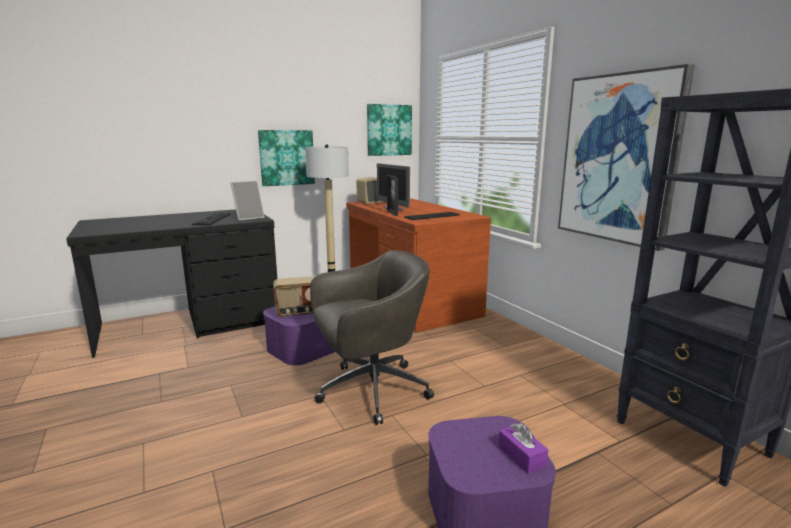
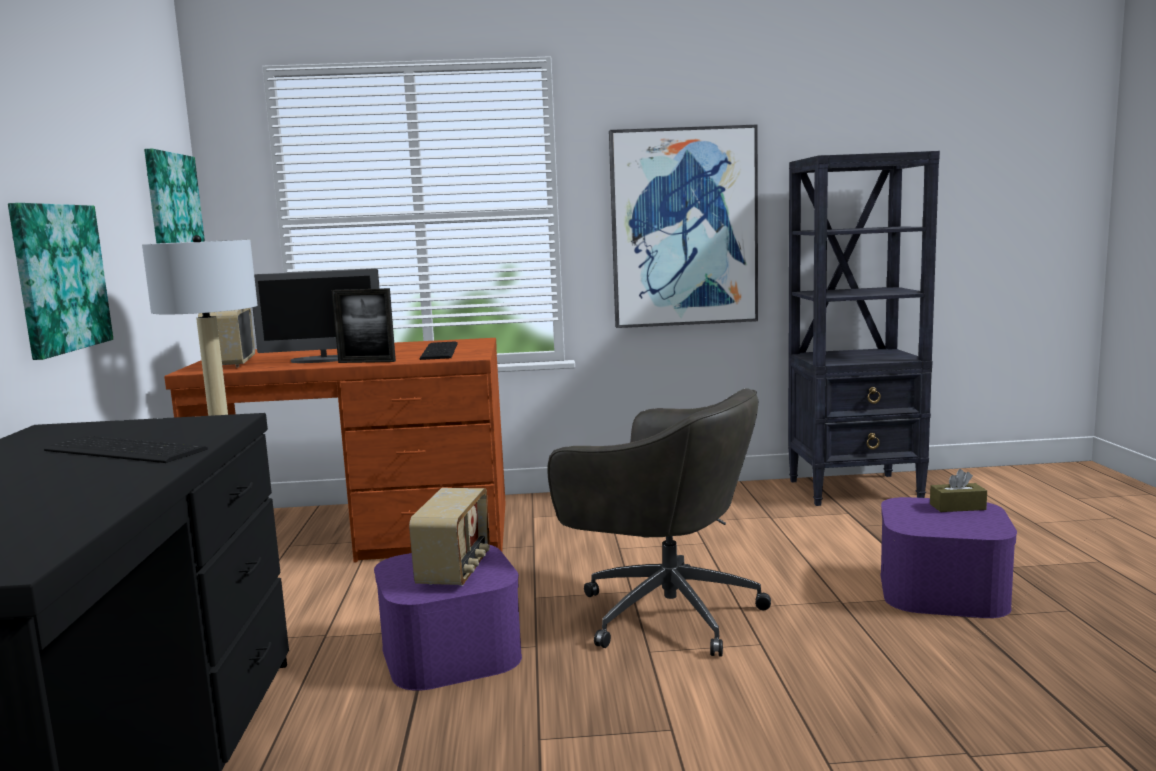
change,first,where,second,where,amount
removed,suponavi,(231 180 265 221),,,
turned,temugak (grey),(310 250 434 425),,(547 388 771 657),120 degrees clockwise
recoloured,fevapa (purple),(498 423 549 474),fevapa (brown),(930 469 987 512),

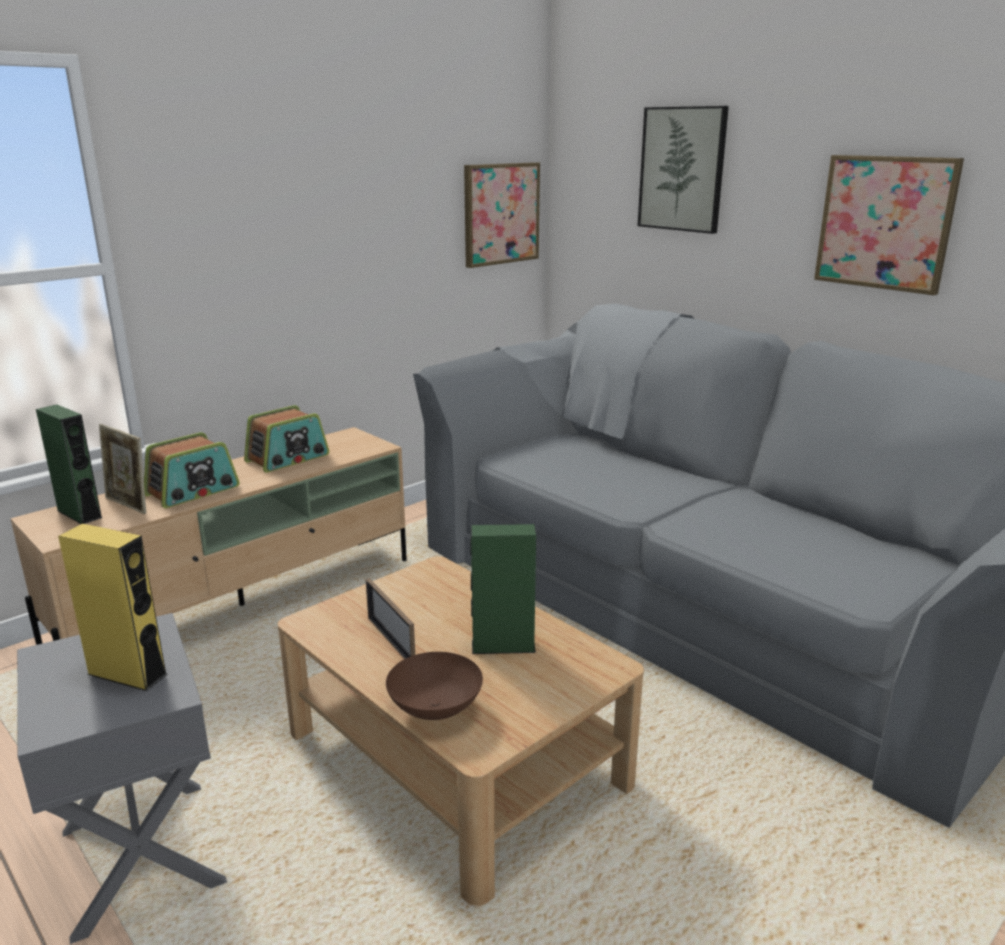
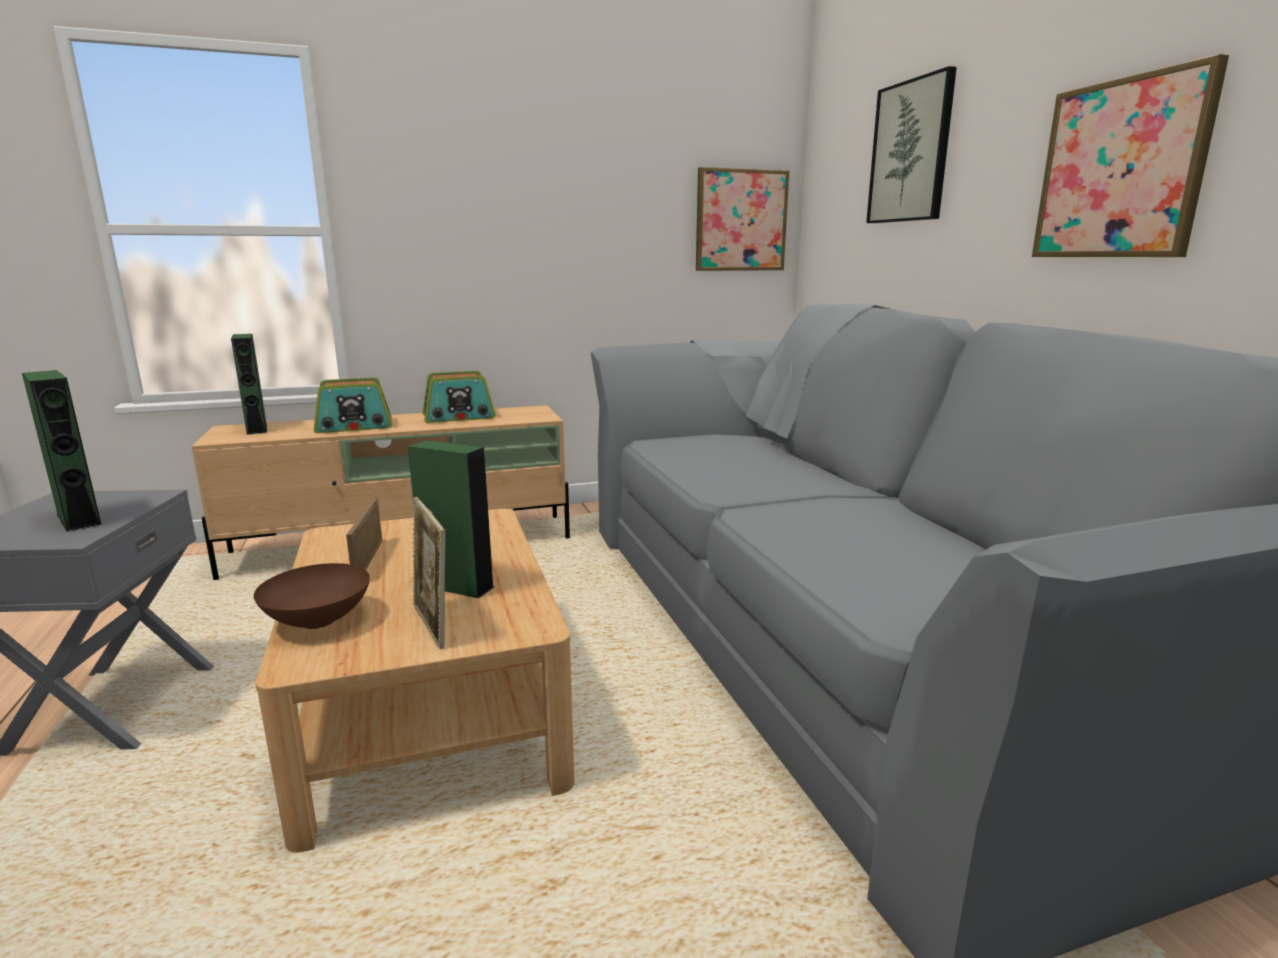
change,first,where,second,where,amount
recoloured,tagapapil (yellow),(58 523 167 691),tagapapil (green),(22 370 102 532),
moved,suponavi,(99 424 146 514),,(413 497 446 649),

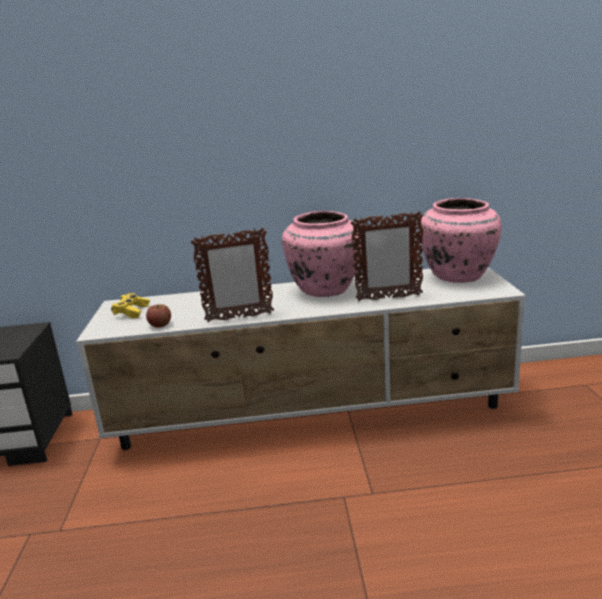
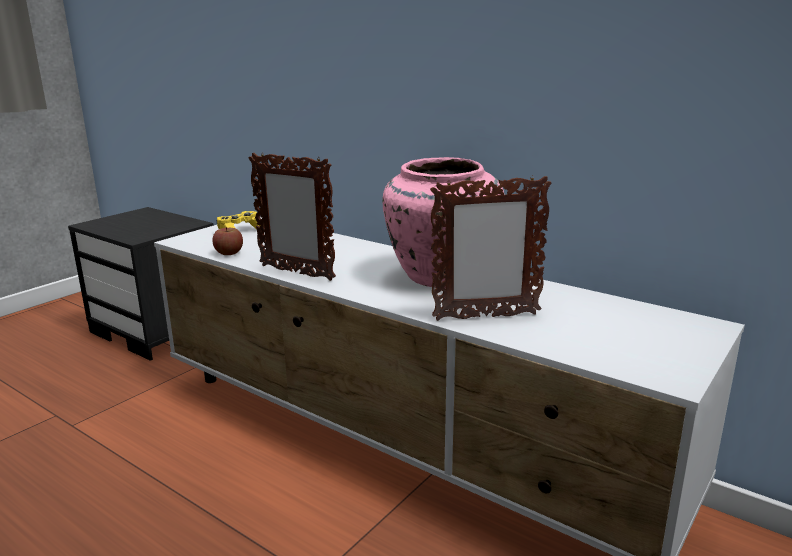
change,first,where,second,where,amount
turned,suponavi,(350 211 423 301),,(430 175 552 321),45 degrees counterclockwise
removed,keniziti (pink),(420 198 502 283),,,

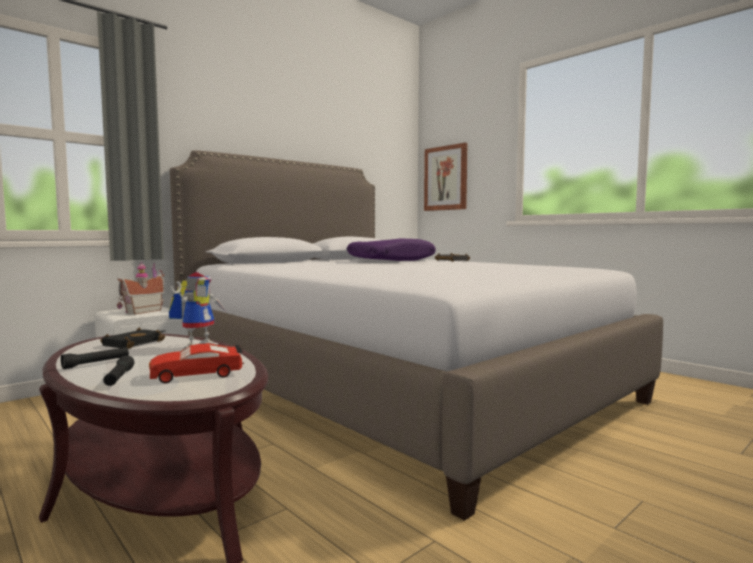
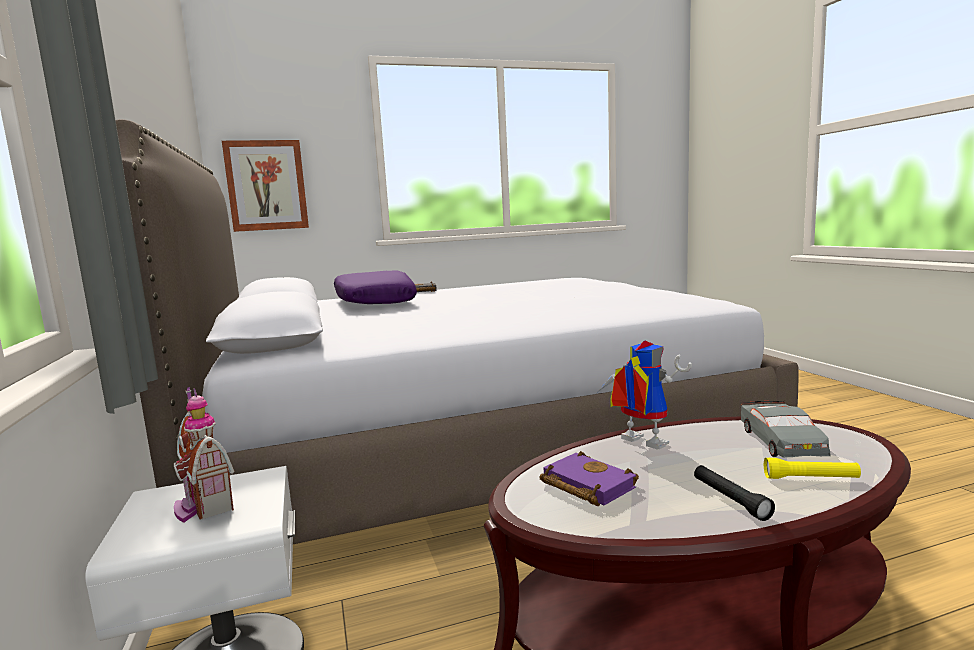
change,first,where,second,where,amount
recoloured,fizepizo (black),(100 328 165 349),fizepizo (purple),(539 451 639 506),
recoloured,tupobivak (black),(103 355 134 386),tupobivak (yellow),(764 458 861 479),
recoloured,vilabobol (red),(149 343 244 383),vilabobol (grey),(741 401 830 457),

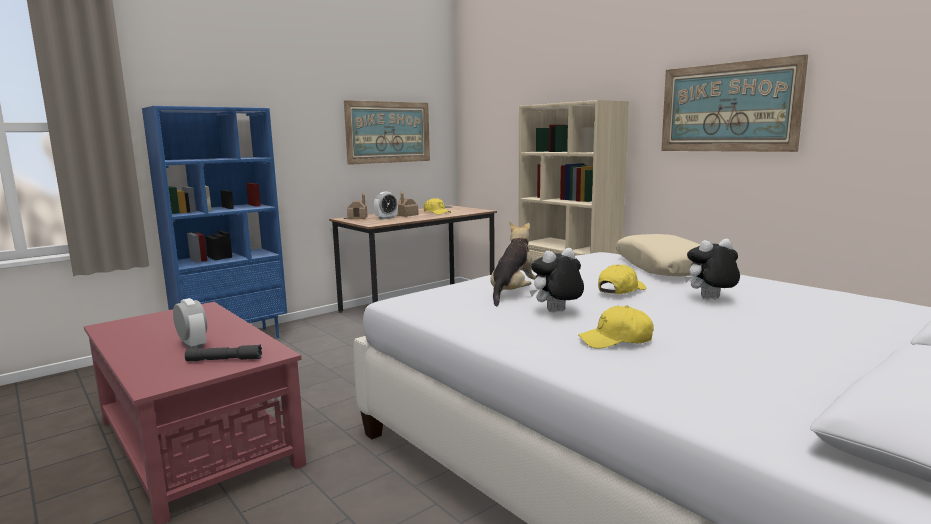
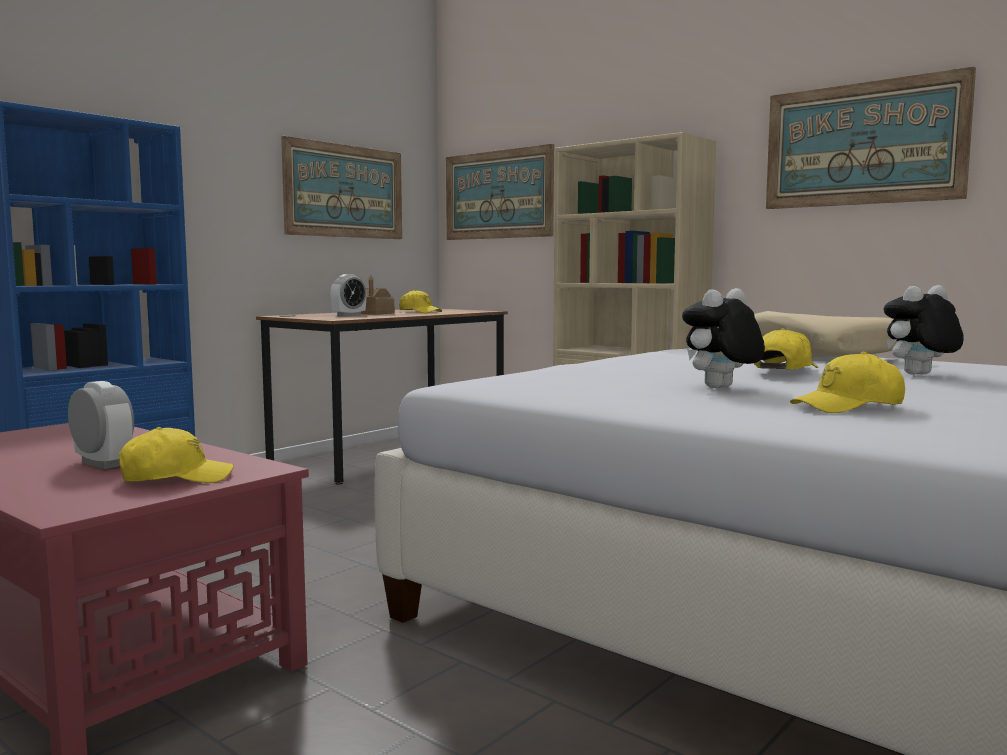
change,first,where,second,where,amount
replaced,tupobivak (grey),(185 345 262 361),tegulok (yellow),(119 427 234 483),
removed,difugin,(347 192 367 219),,,
removed,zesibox,(490 222 536 306),,,
added,,,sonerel,(446 144 554 240),

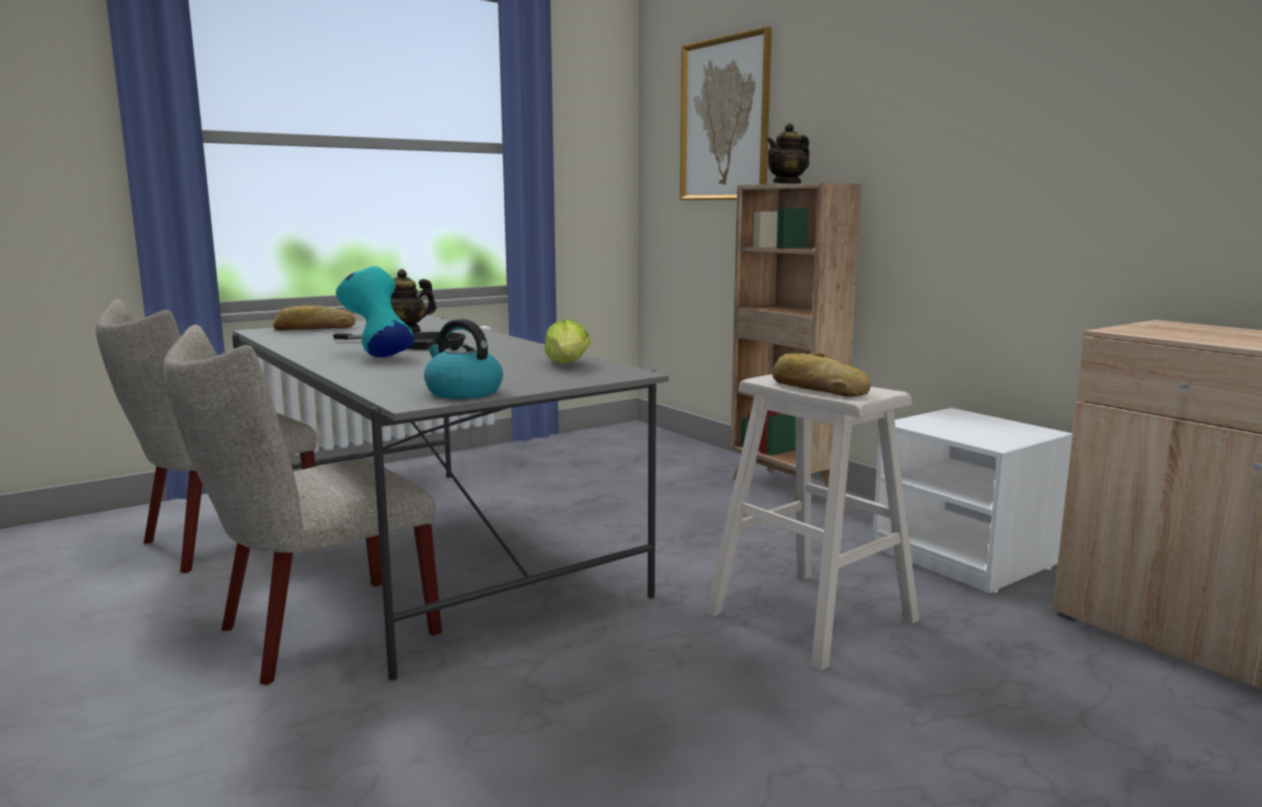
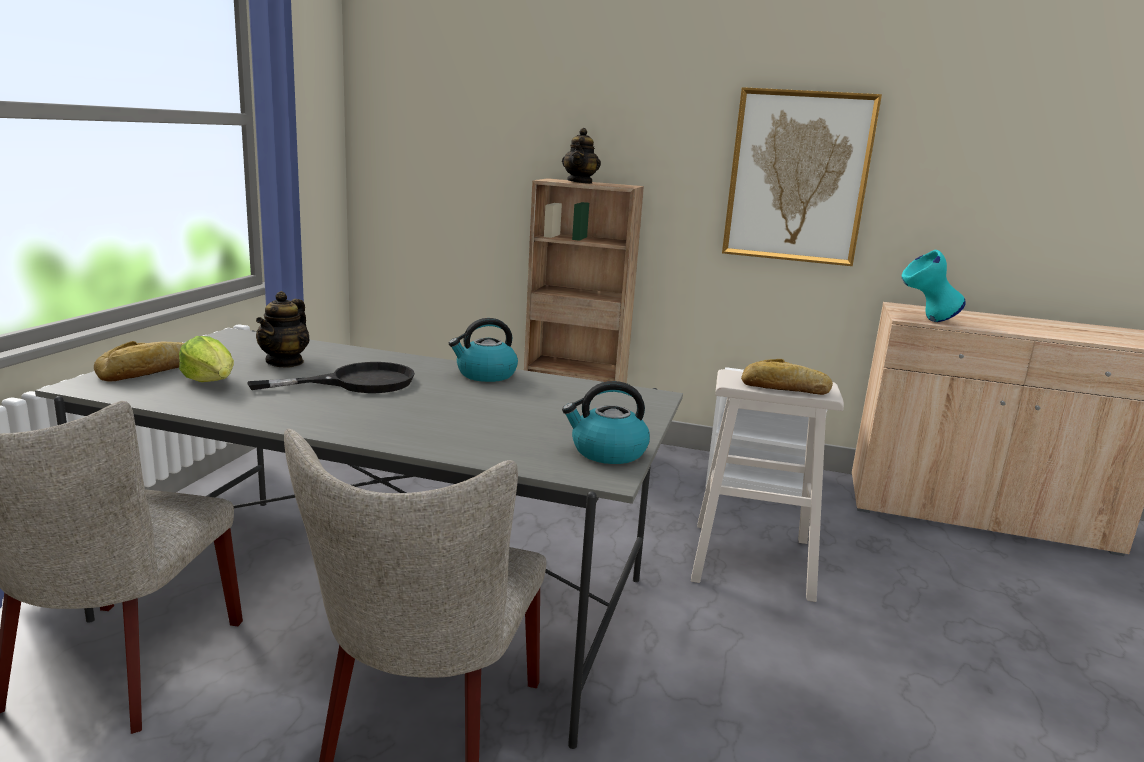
change,first,where,second,where,amount
moved,keniziti (turquoise),(336 266 415 357),,(902 250 966 322),
moved,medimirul,(545 319 591 363),,(179 336 234 382),
moved,sonerel,(680 27 772 200),,(722 87 882 266),
added,,,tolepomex,(449 318 518 382),

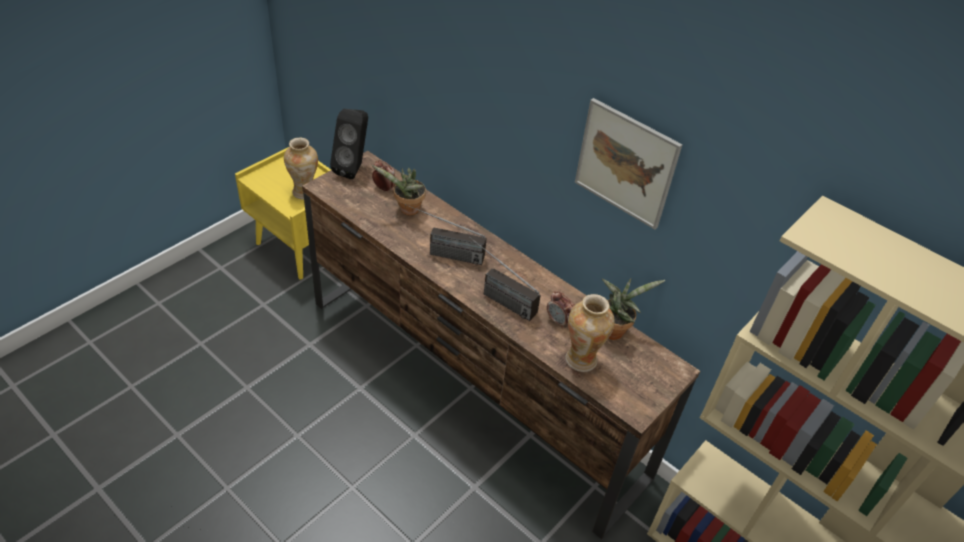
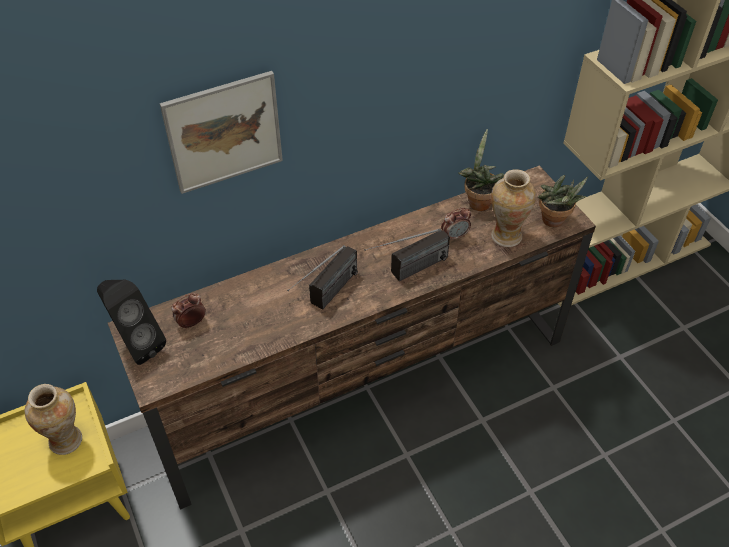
change,first,where,second,where,amount
moved,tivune,(372 165 426 216),,(538 175 588 227),
moved,sonerel,(575 98 683 230),,(160 71 283 194),

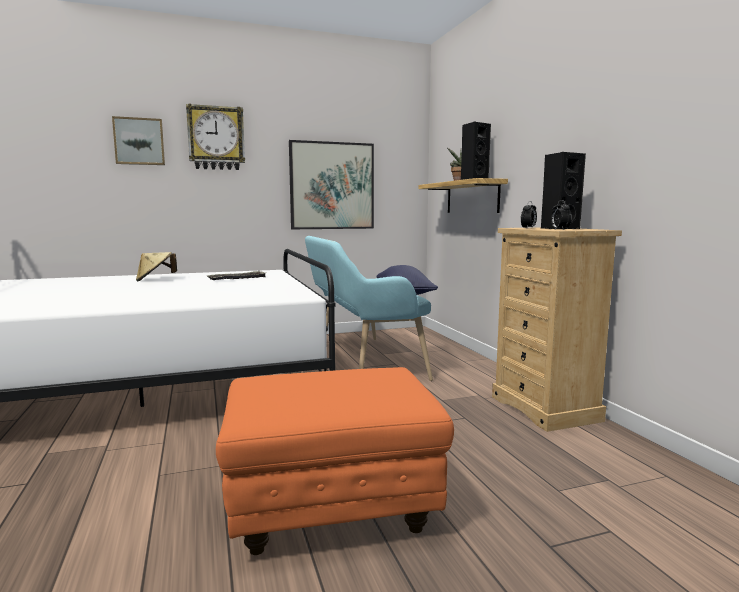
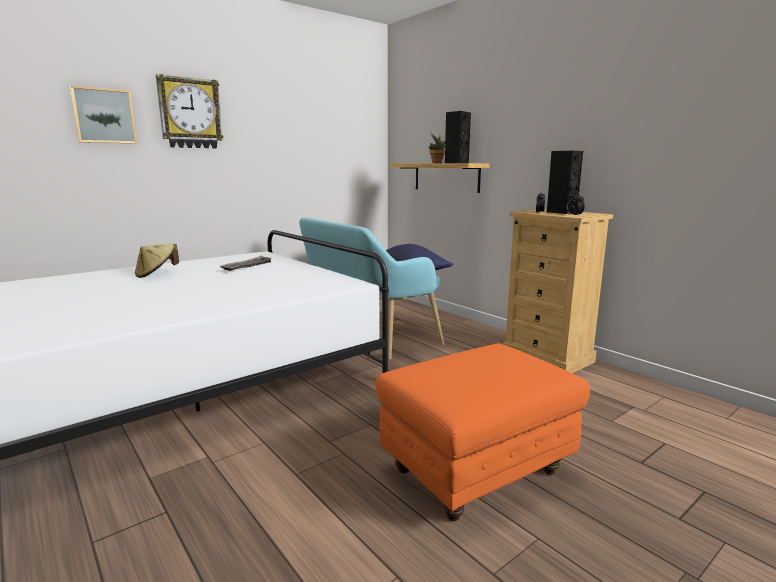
change,first,where,second,where,amount
removed,sonerel,(289 140 374 229),,,

